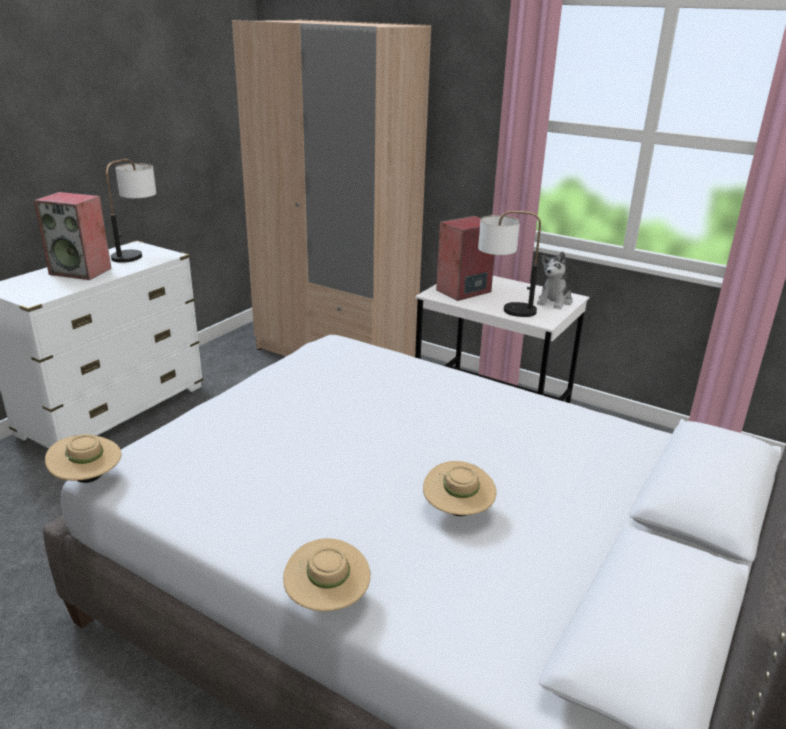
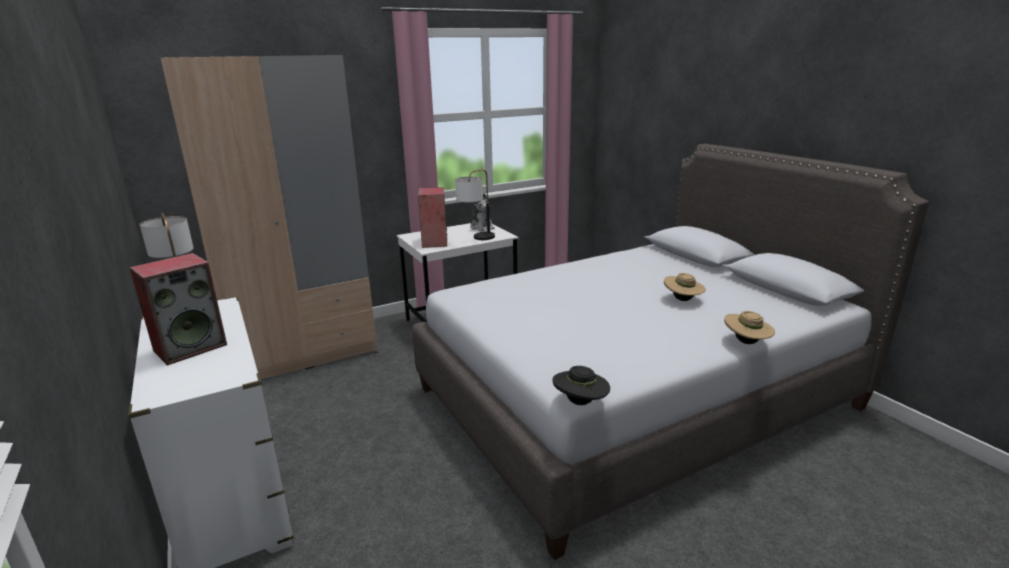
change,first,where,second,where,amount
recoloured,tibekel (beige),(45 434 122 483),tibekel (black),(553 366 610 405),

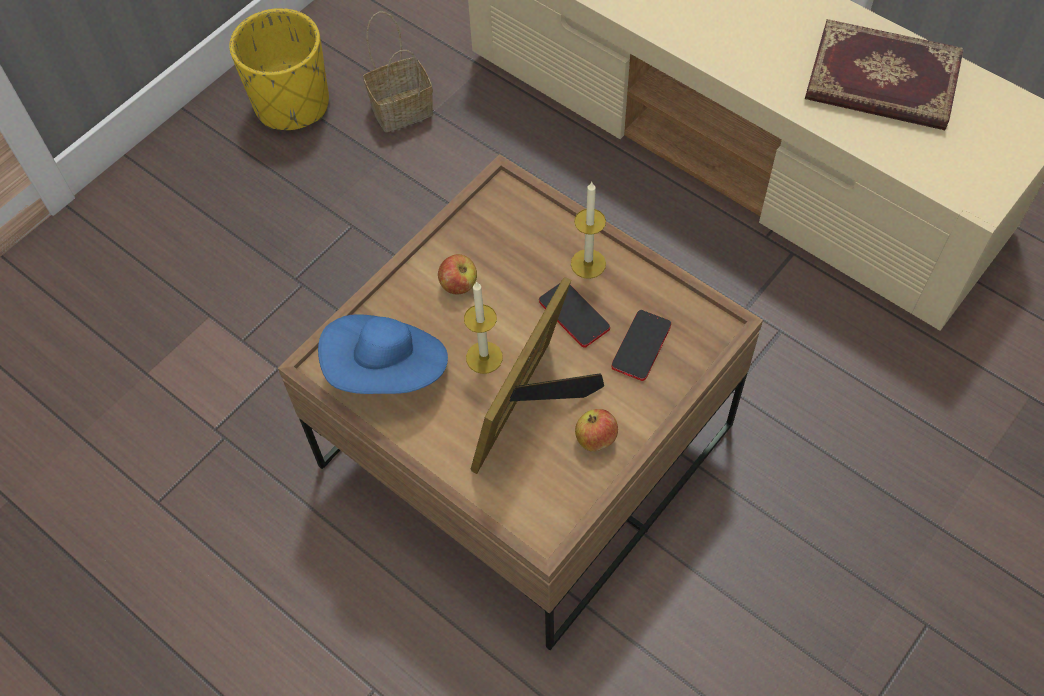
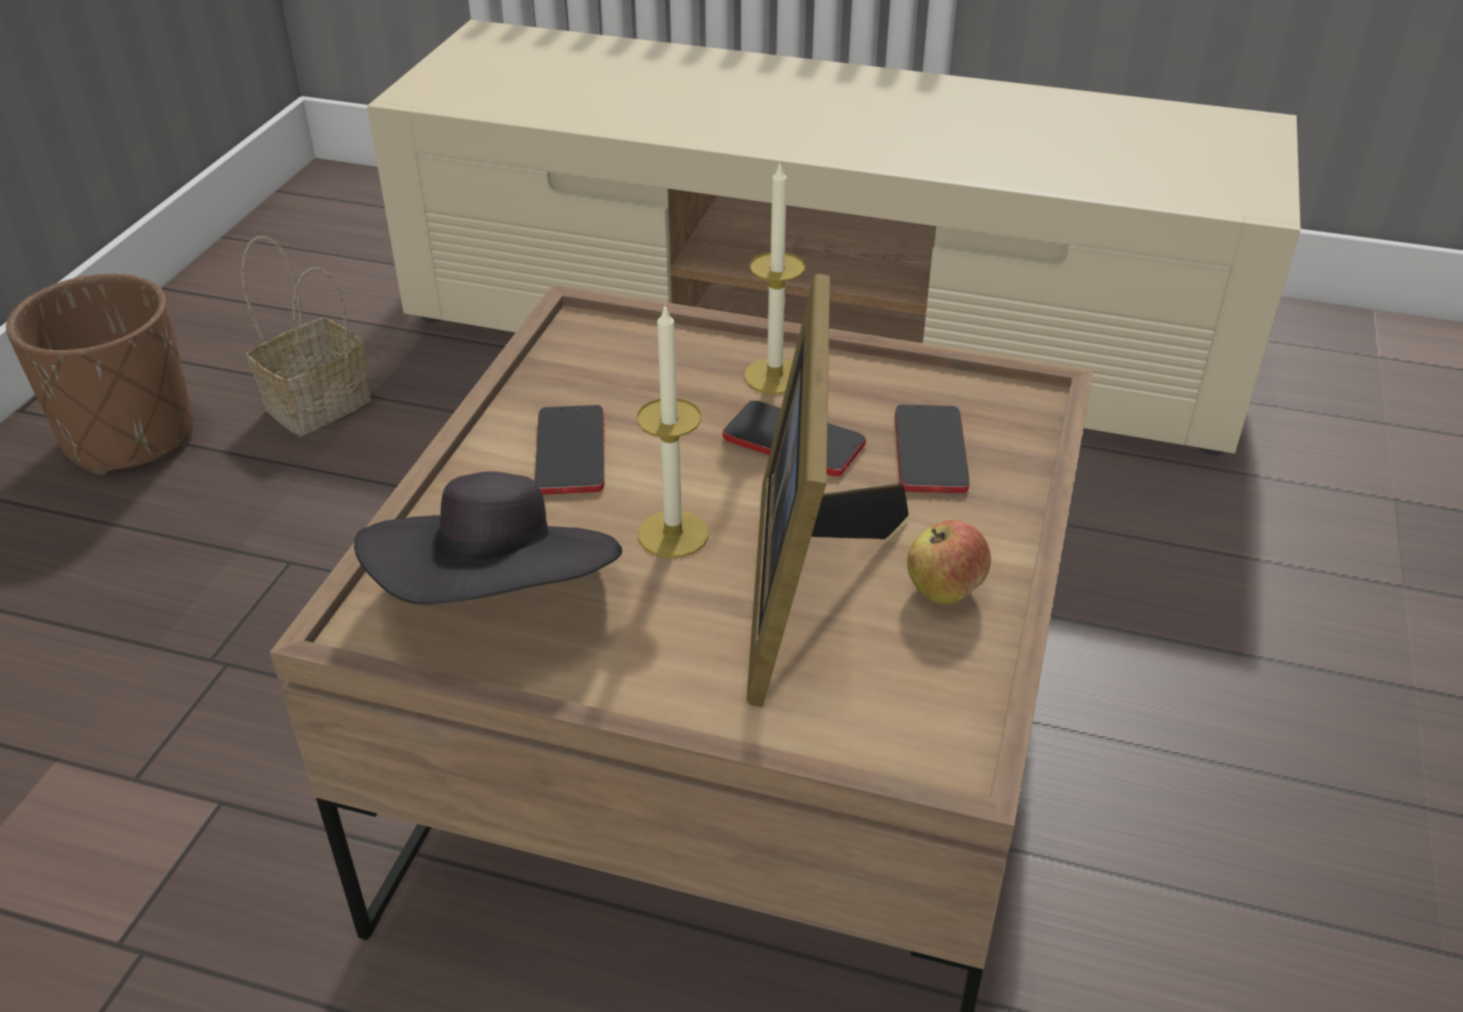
change,first,where,second,where,amount
recoloured,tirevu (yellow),(229 8 329 130),tirevu (brown),(6 273 193 475),
recoloured,tibekel (blue),(318 314 448 394),tibekel (black),(354 471 622 605),
replaced,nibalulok,(438 254 477 294),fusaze,(535 405 605 495),
removed,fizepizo,(805 19 964 130),,,

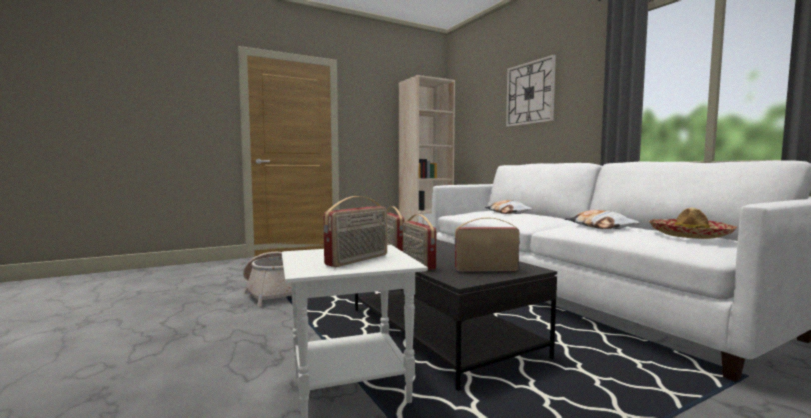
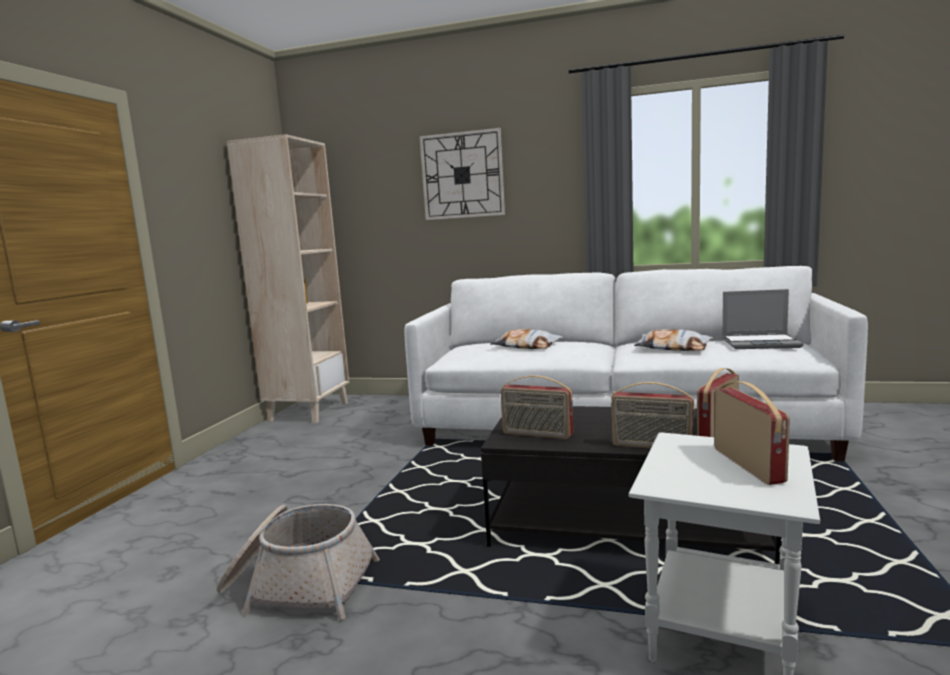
change,first,where,second,where,amount
replaced,tibekel,(649 207 737 239),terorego,(722 289 803 349),

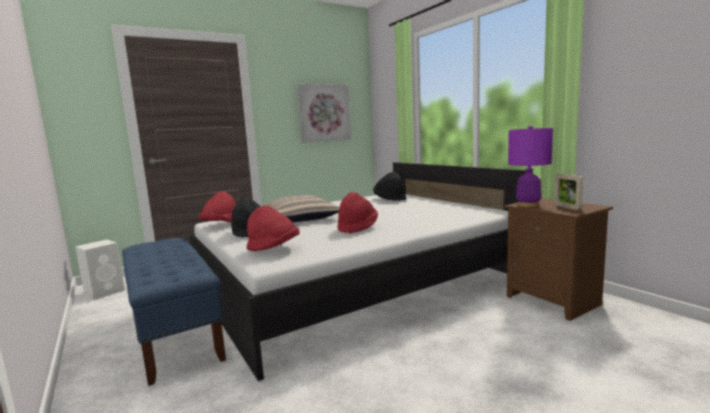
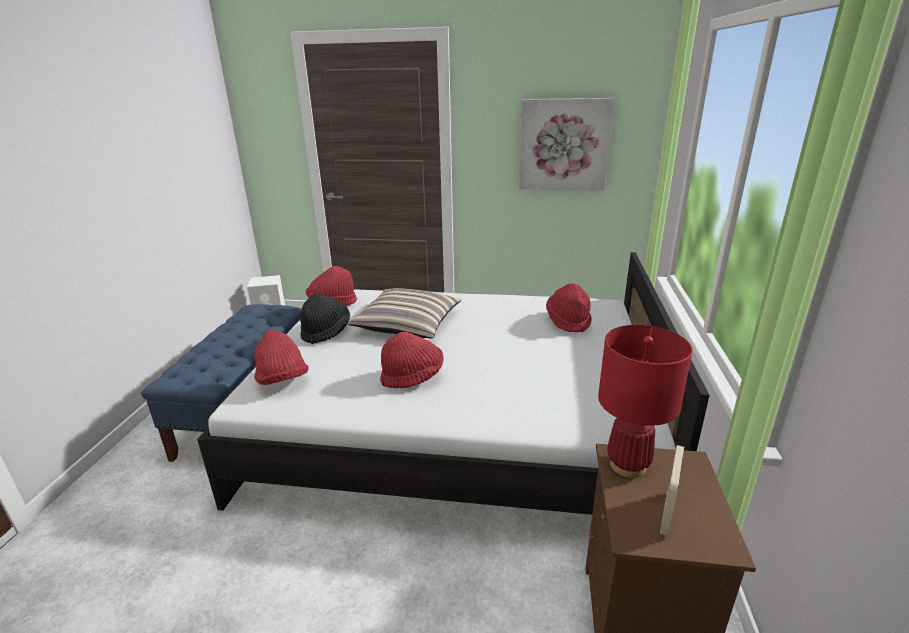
change,first,where,second,where,amount
recoloured,tibekel (black),(373 172 406 201),tibekel (red),(546 283 592 332),
recoloured,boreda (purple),(508 125 553 207),boreda (red),(598 325 693 478),

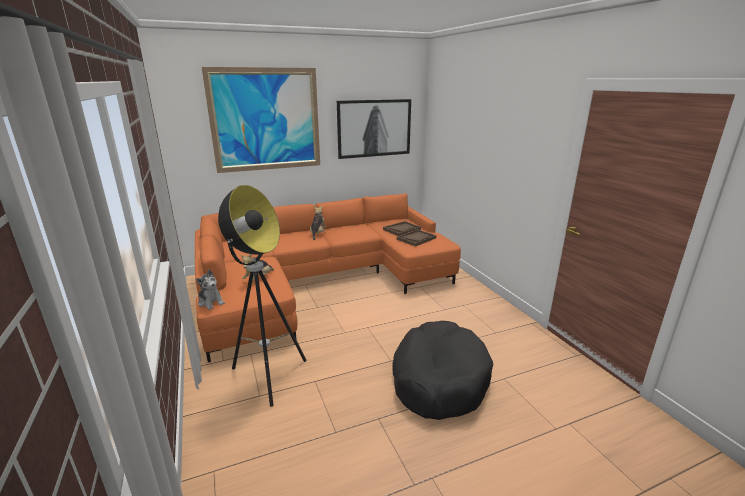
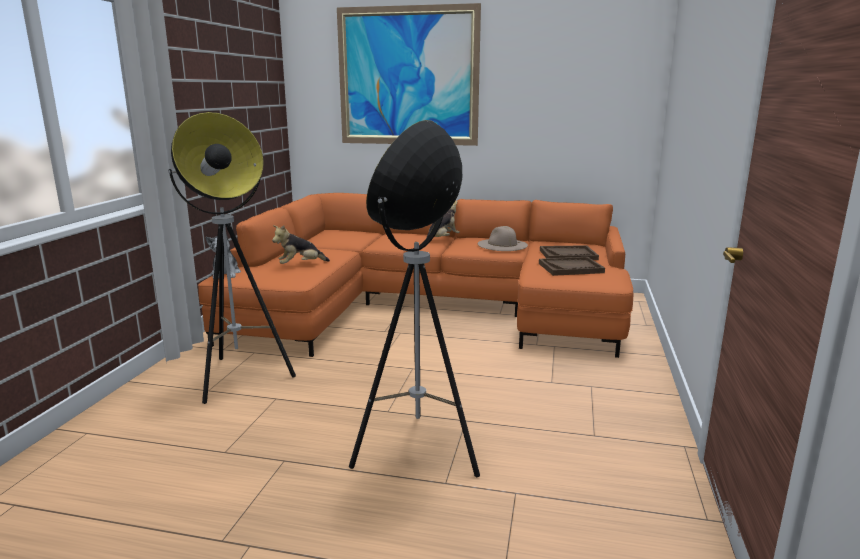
change,first,where,second,where,amount
removed,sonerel,(337 99 411 159),,,
replaced,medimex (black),(392 321 493 420),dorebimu,(349 120 480 477),
added,,,tibekel (beige),(478 226 528 251),

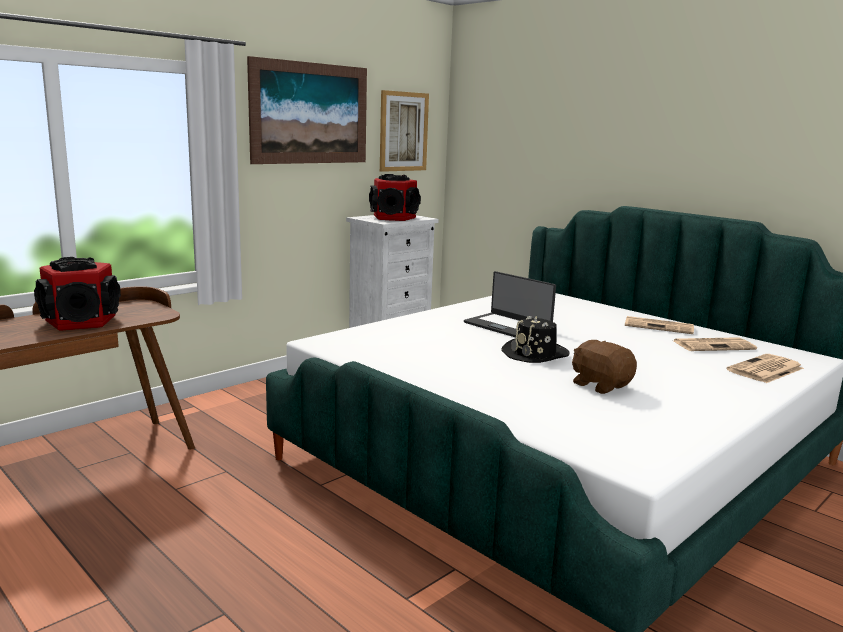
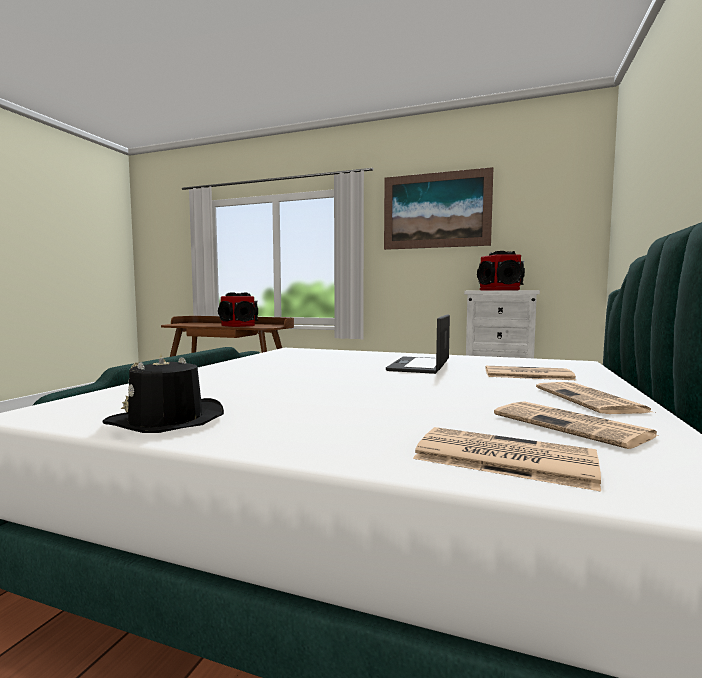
change,first,where,second,where,amount
removed,sonerel,(380 90 429 172),,,
moved,tibekel (black),(502 316 570 363),,(102 354 224 433),
removed,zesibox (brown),(572 340 637 394),,,
added,,,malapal,(485 366 576 380),

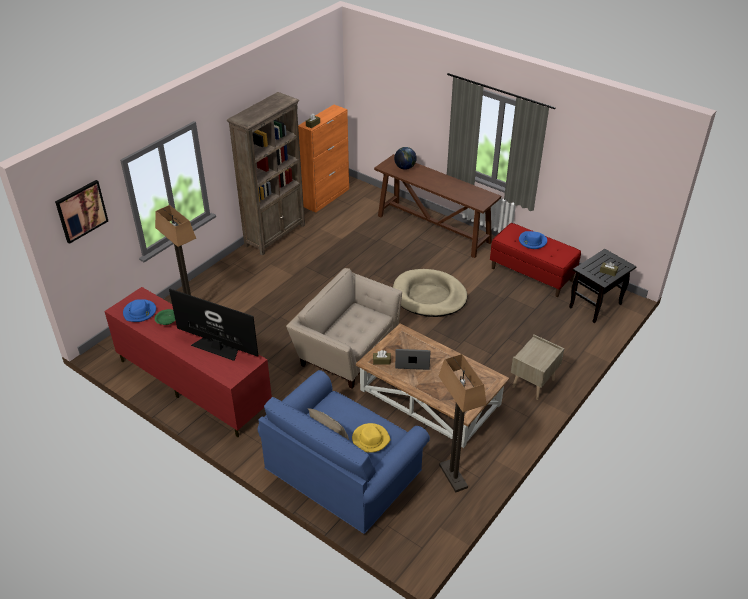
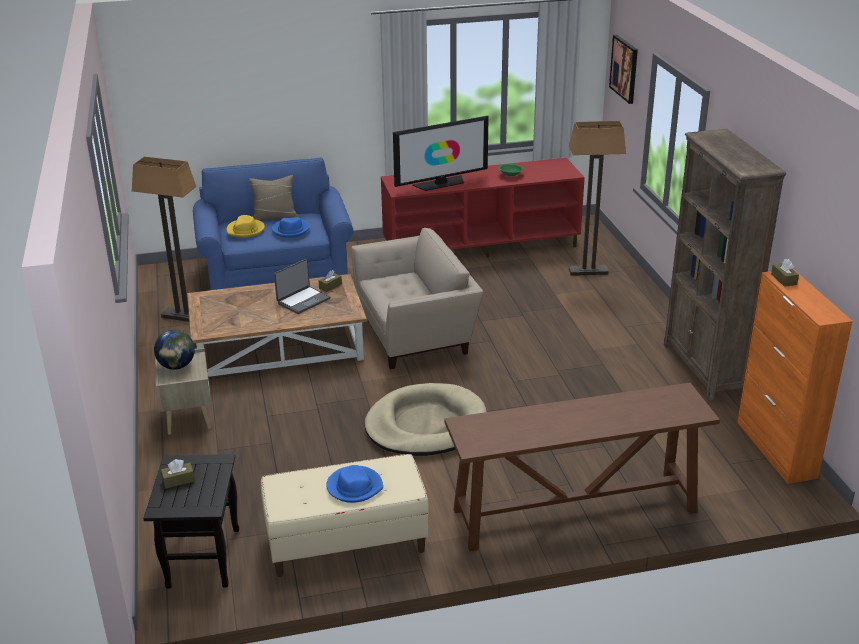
change,first,where,second,where,amount
moved,tibekel (blue),(123 299 156 322),,(271 217 310 238),
moved,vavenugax,(394 147 417 170),,(154 330 195 370),
recoloured,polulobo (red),(490 223 581 297),polulobo (beige),(261 454 429 577),

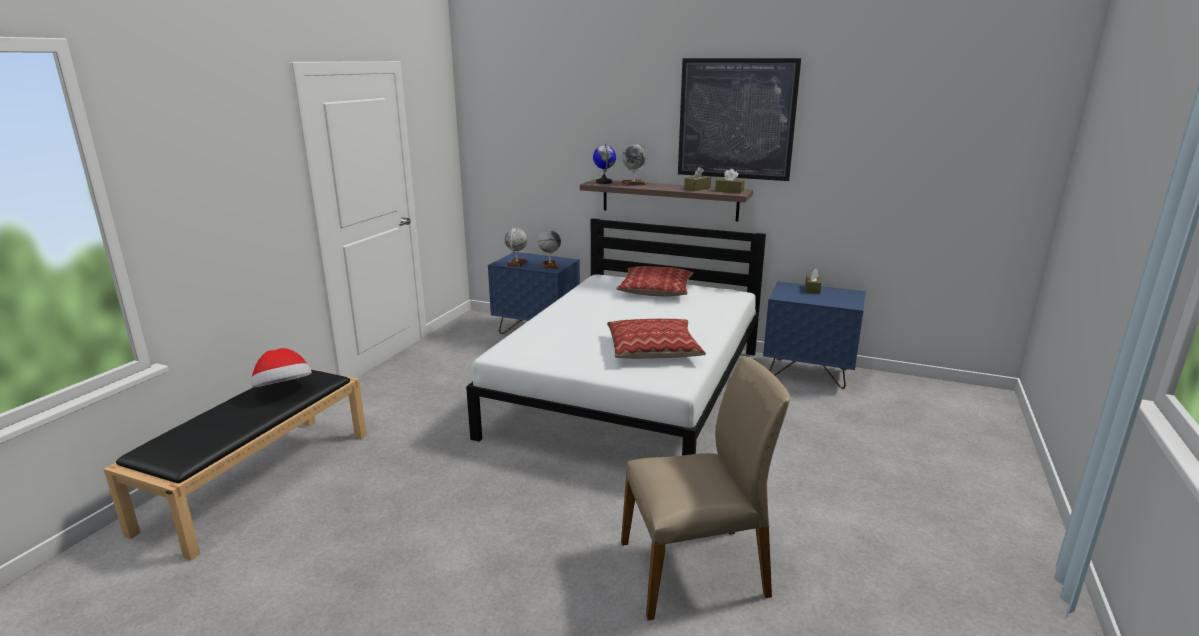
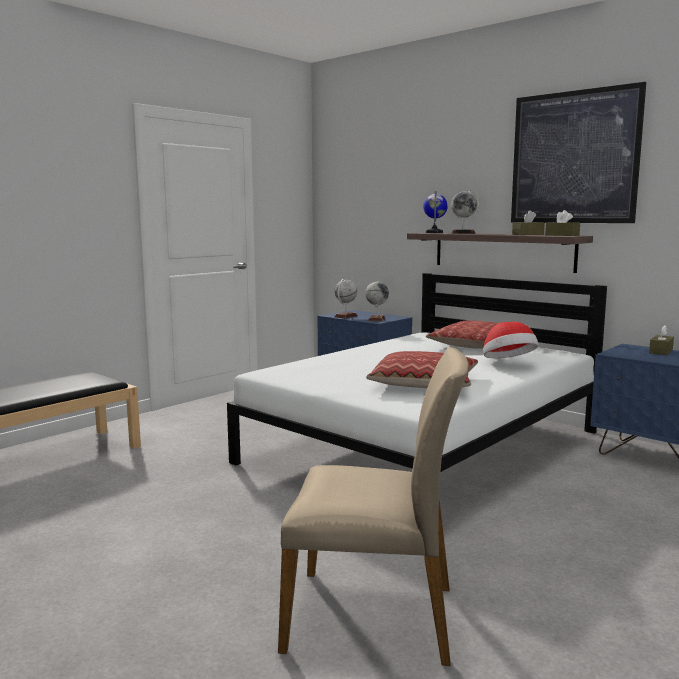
change,first,where,second,where,amount
moved,tibekel,(251 348 312 387),,(483 322 539 358),

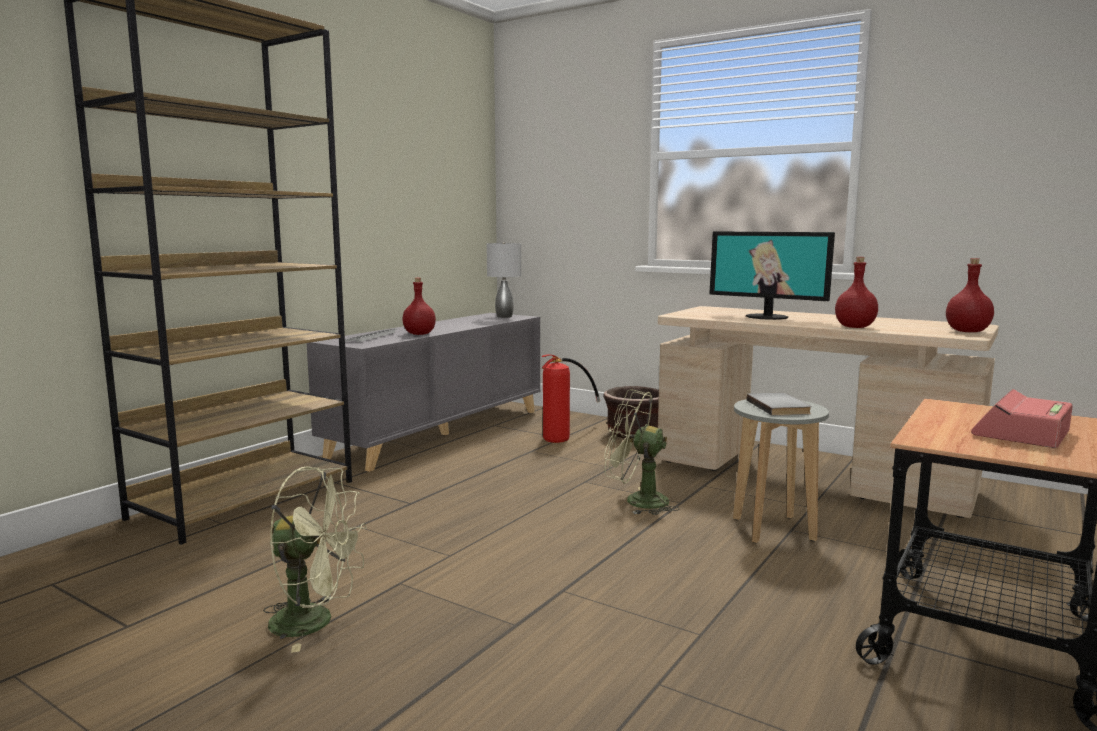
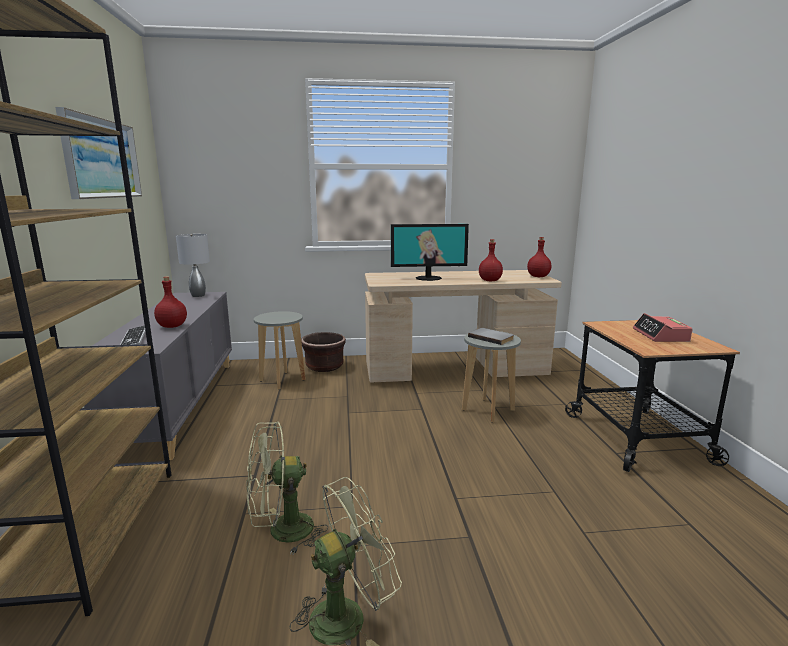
change,first,where,second,where,amount
replaced,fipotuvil,(541 354 600 443),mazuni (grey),(254 311 306 390),
moved,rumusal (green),(605 389 680 515),,(246 422 328 554),
added,,,sonerel,(55 107 142 199),

